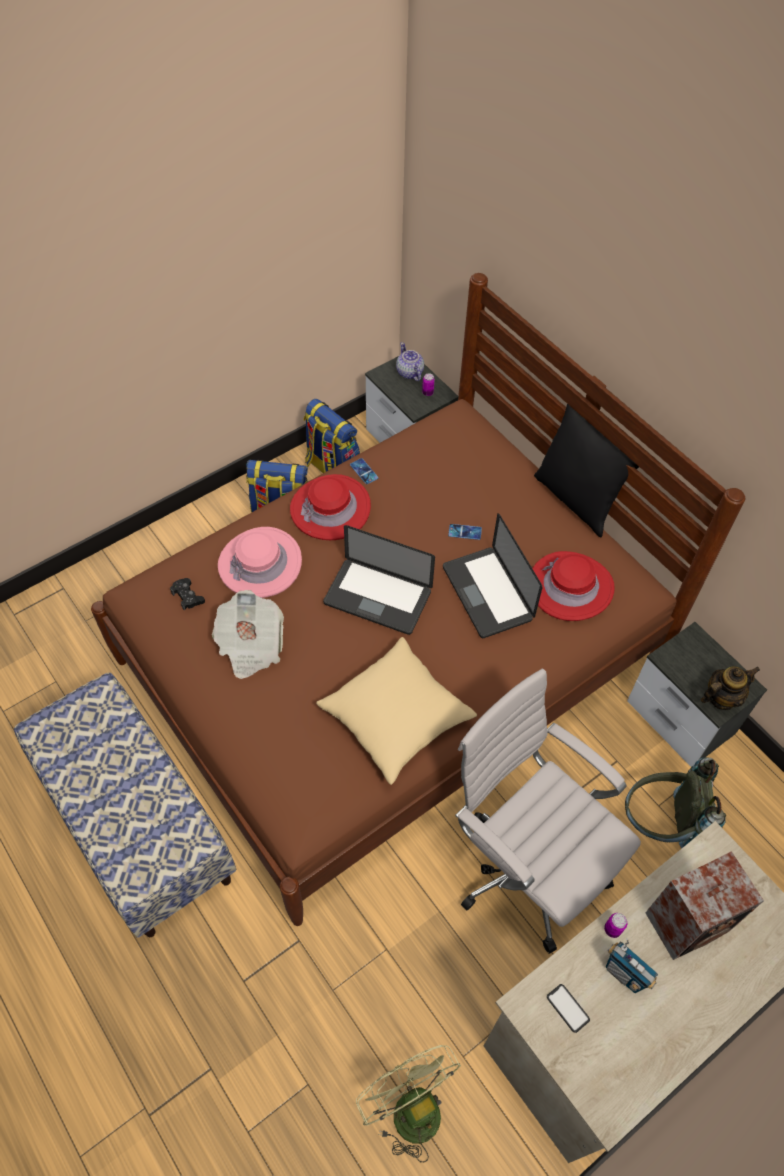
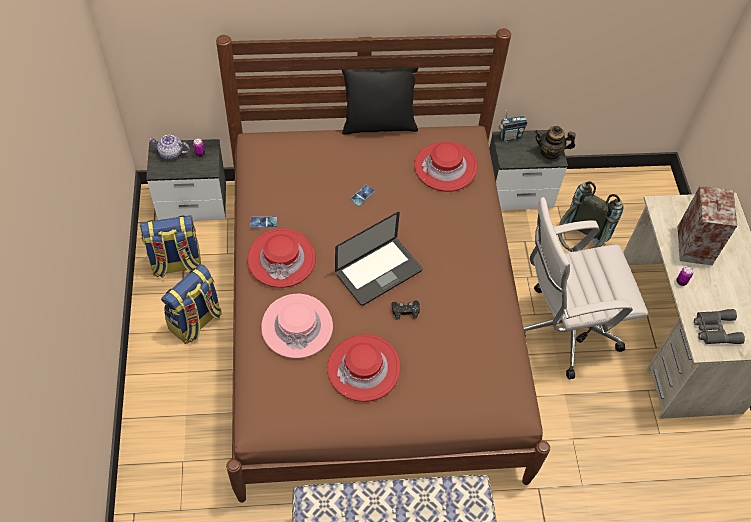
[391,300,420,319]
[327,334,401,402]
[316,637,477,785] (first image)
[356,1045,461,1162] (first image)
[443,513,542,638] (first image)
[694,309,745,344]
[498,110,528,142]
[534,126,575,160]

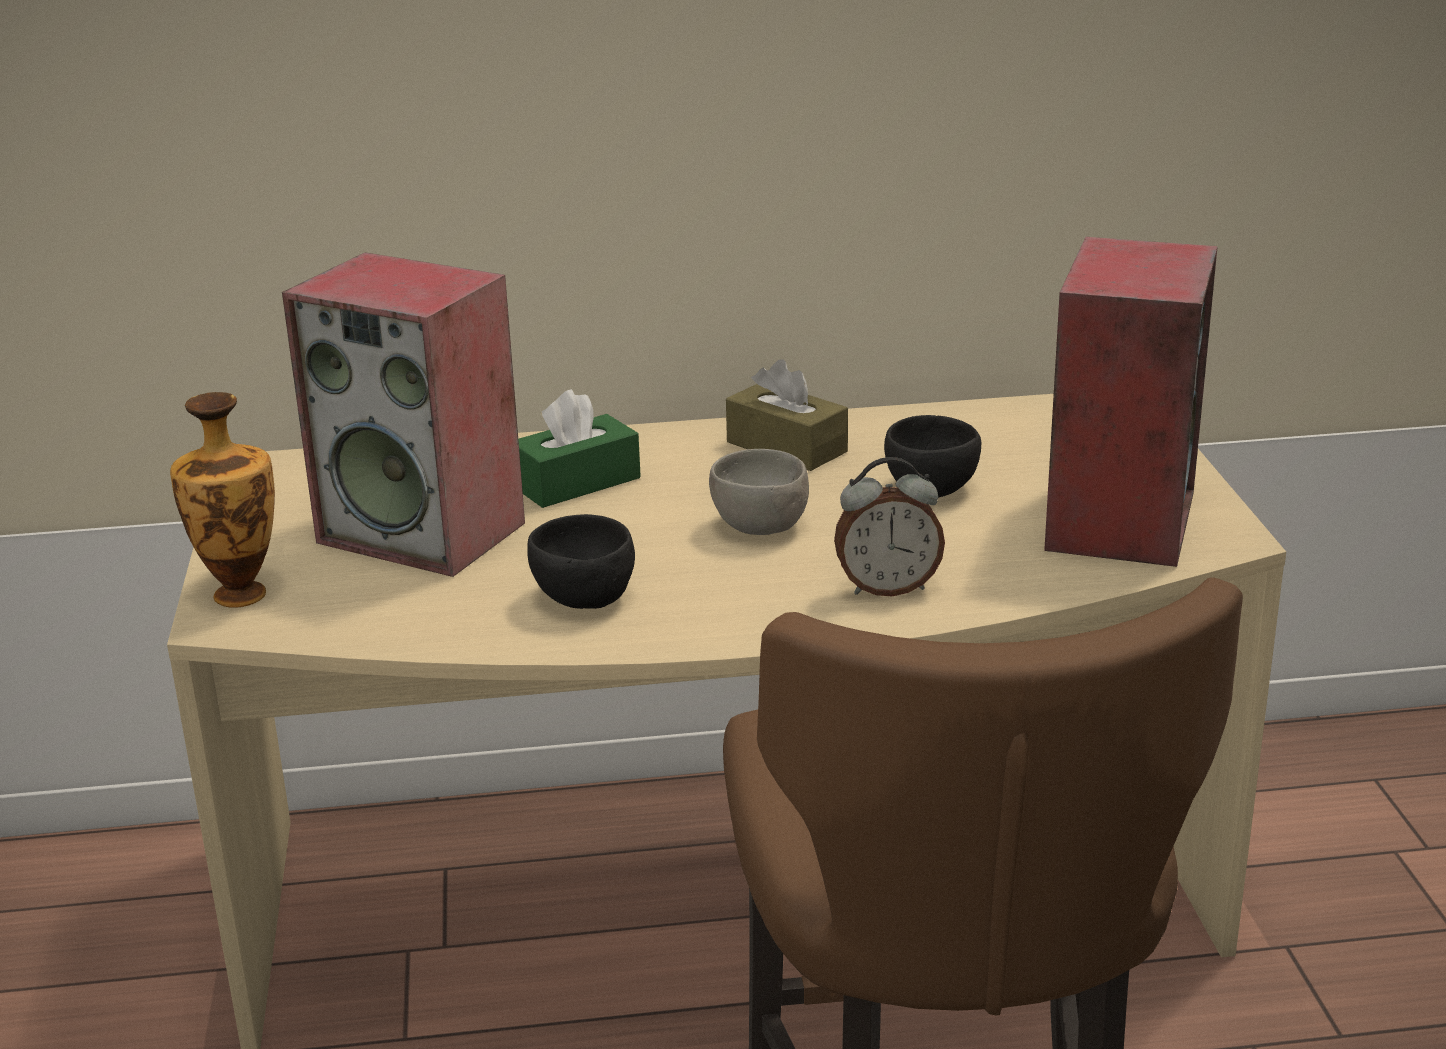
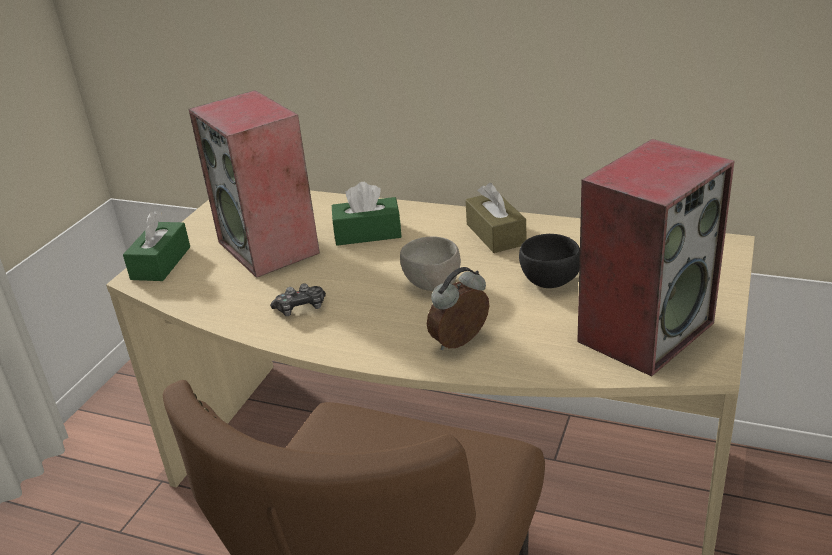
[123,211,190,281]
[270,283,326,316]
[427,267,489,350]

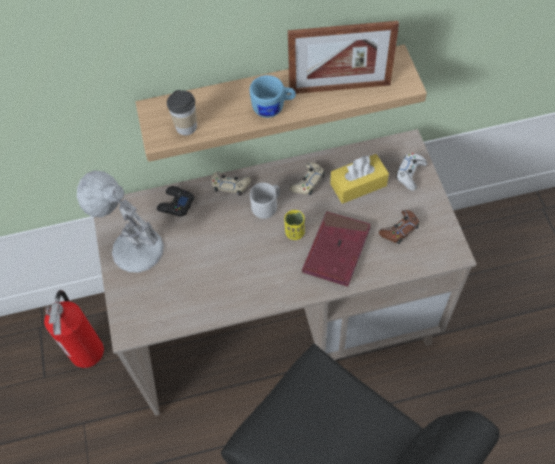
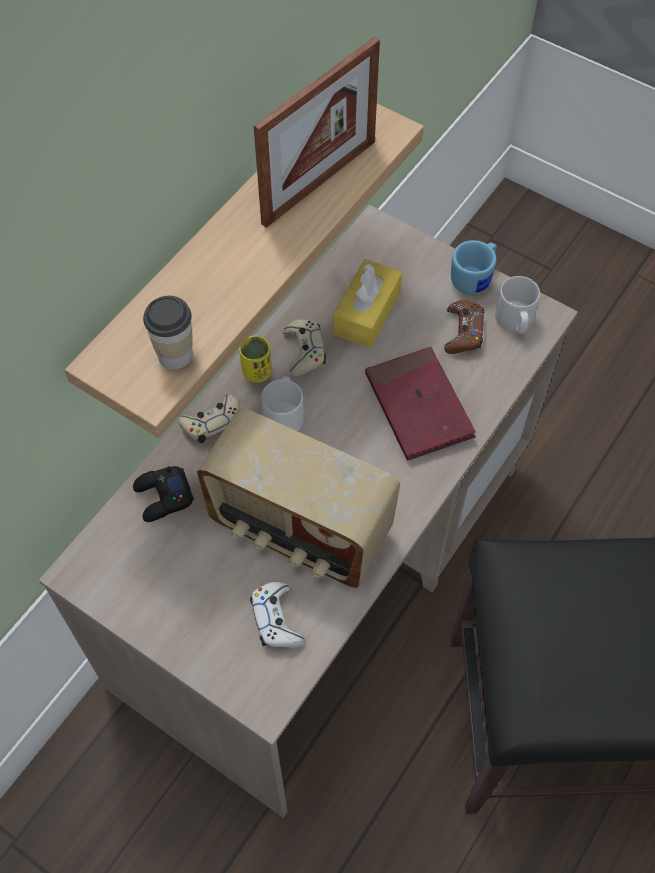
[44,290,104,368] (first image)
[77,171,164,272] (first image)
[451,240,497,295]
[239,335,272,383]
[250,582,304,648]
[197,408,400,588]
[495,276,540,334]

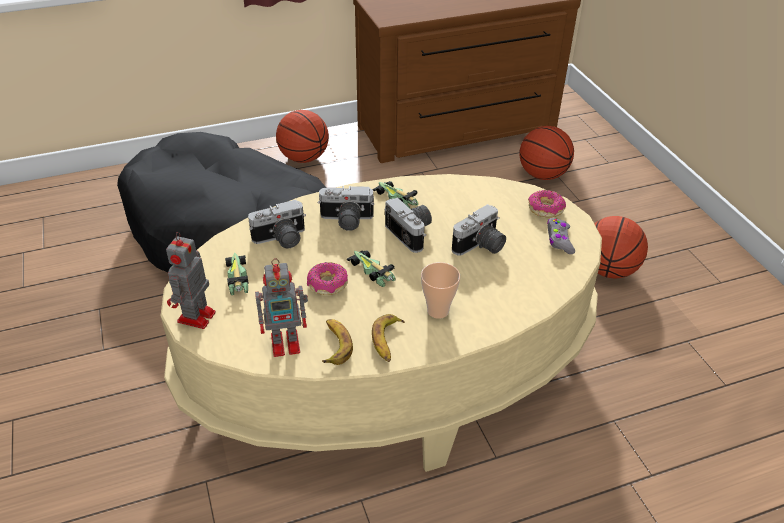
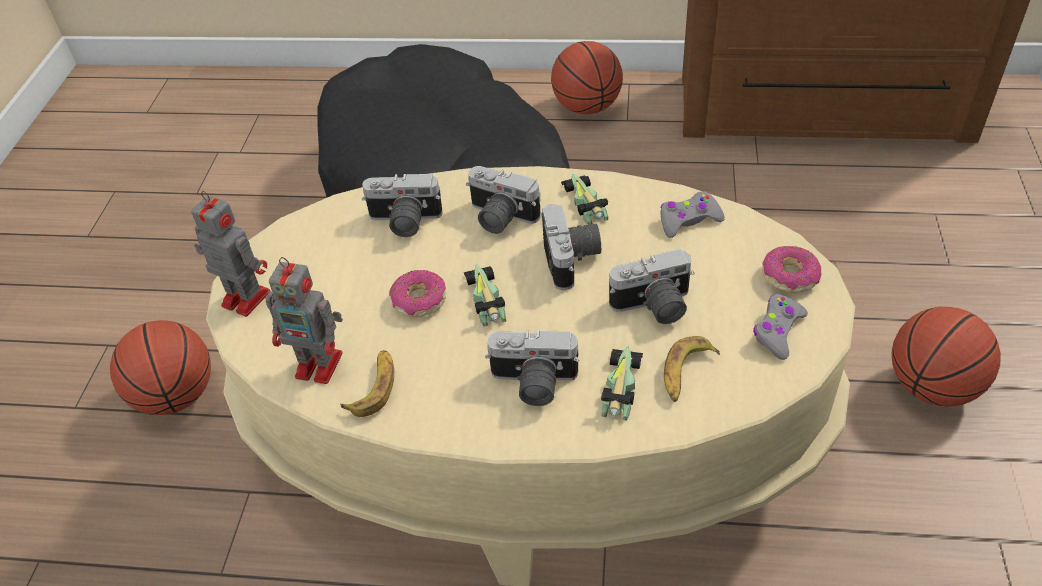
[191,191,270,317]
[601,346,643,420]
[664,336,720,402]
[485,330,579,406]
[110,320,211,415]
[660,191,725,238]

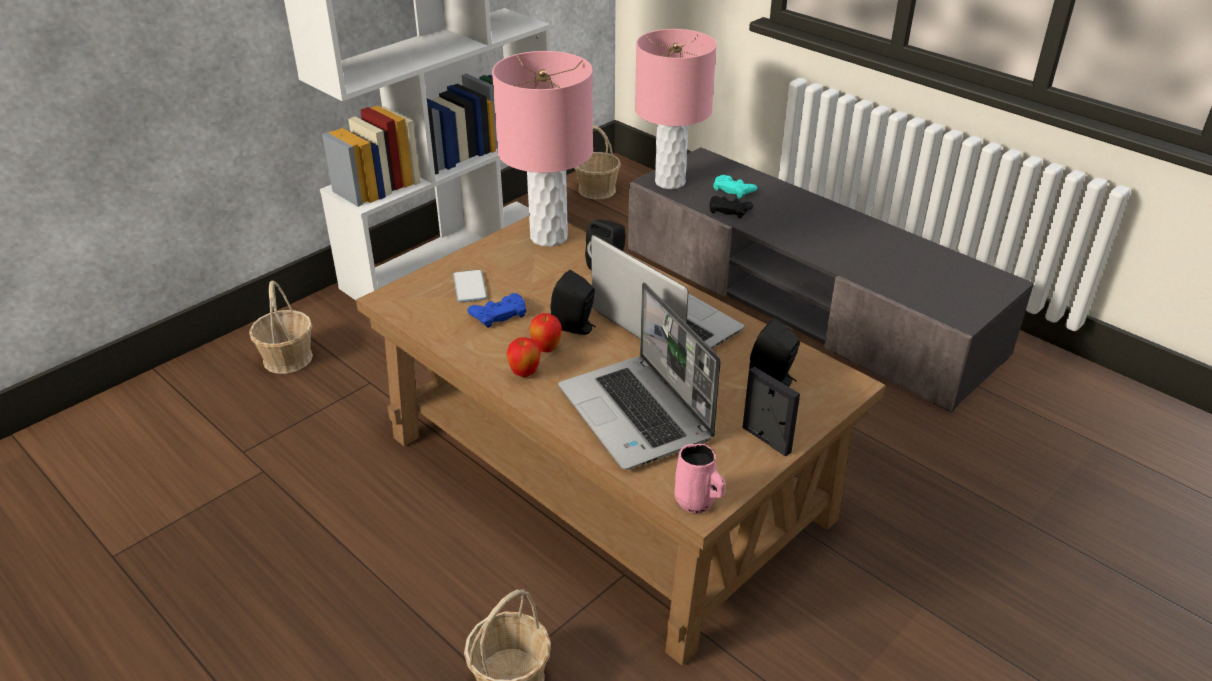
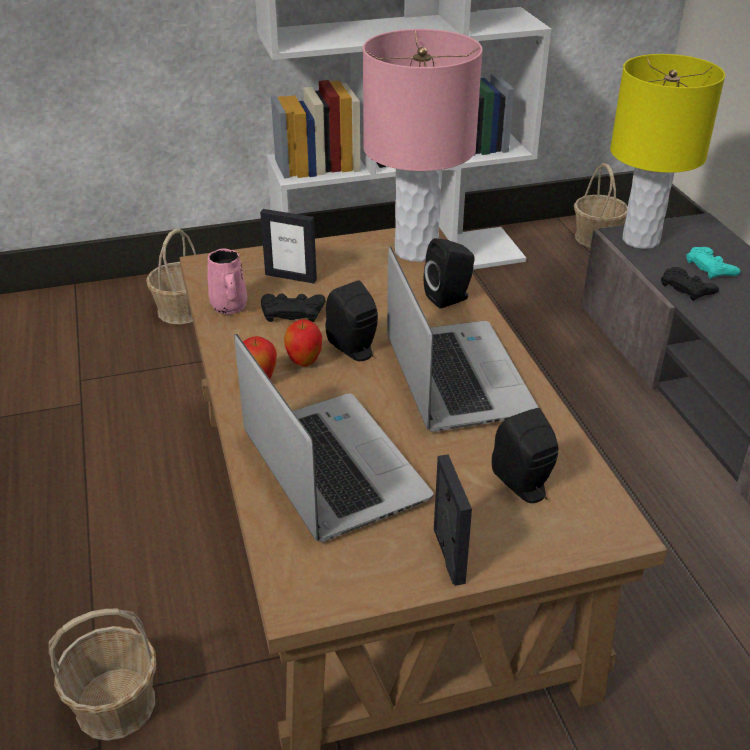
[260,209,317,283]
[261,294,325,322]
[234,334,433,542]
[610,54,725,249]
[207,249,247,315]

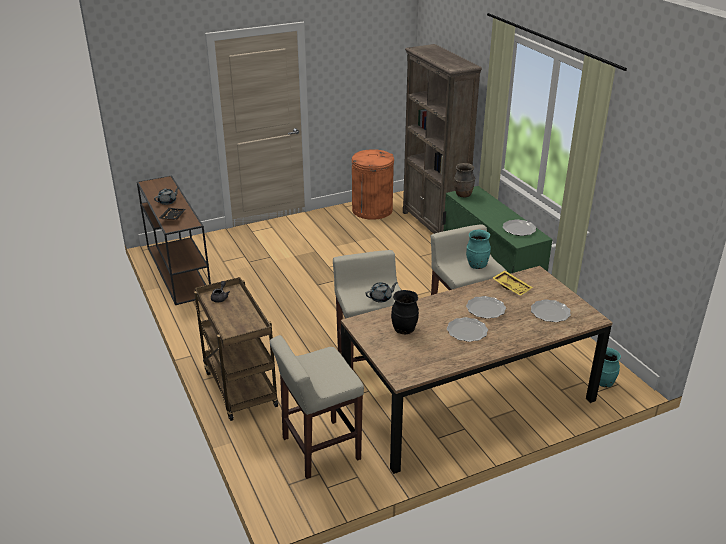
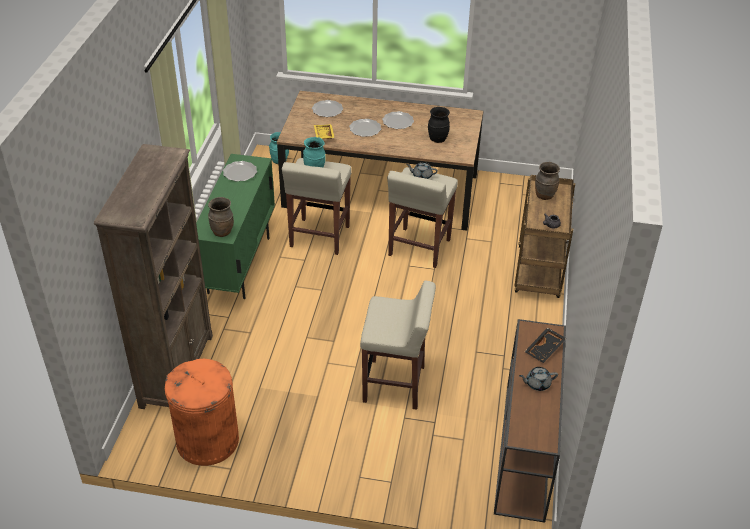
[360,281,436,410]
[535,162,560,200]

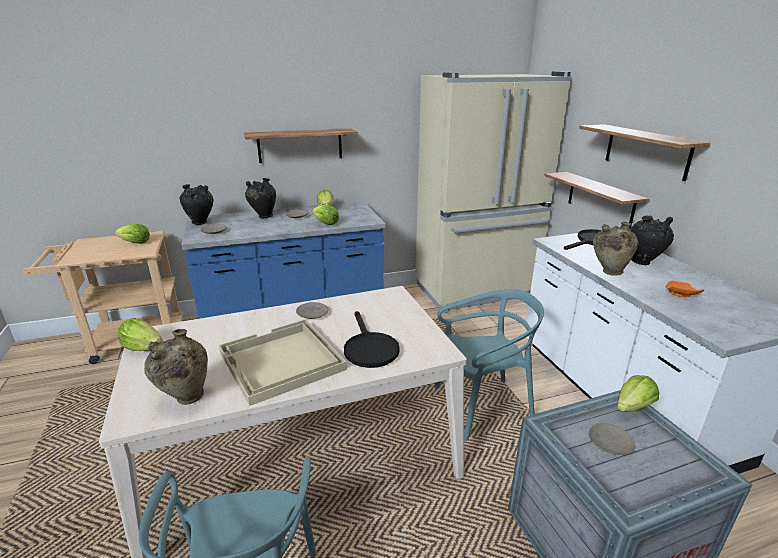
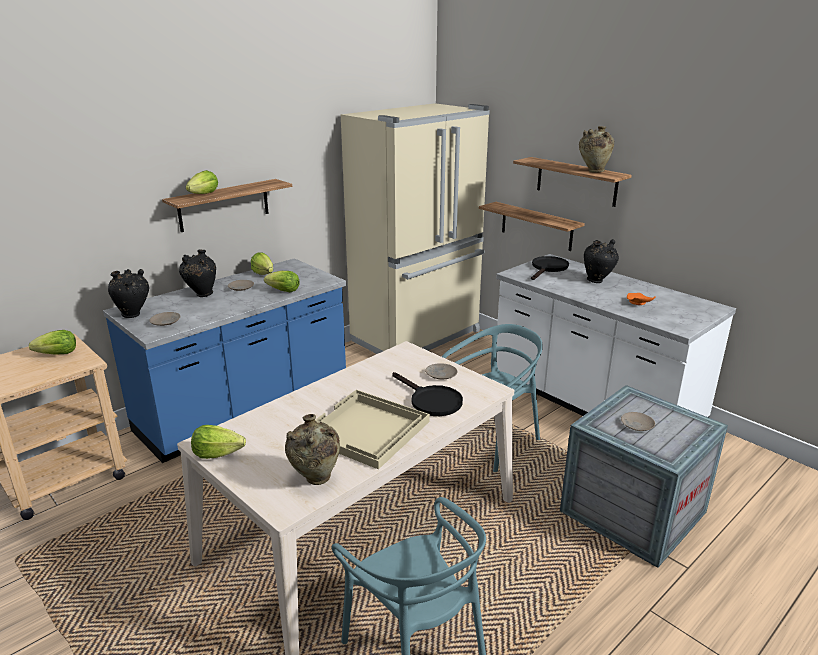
[425,363,457,379]
[579,126,614,173]
[185,170,218,194]

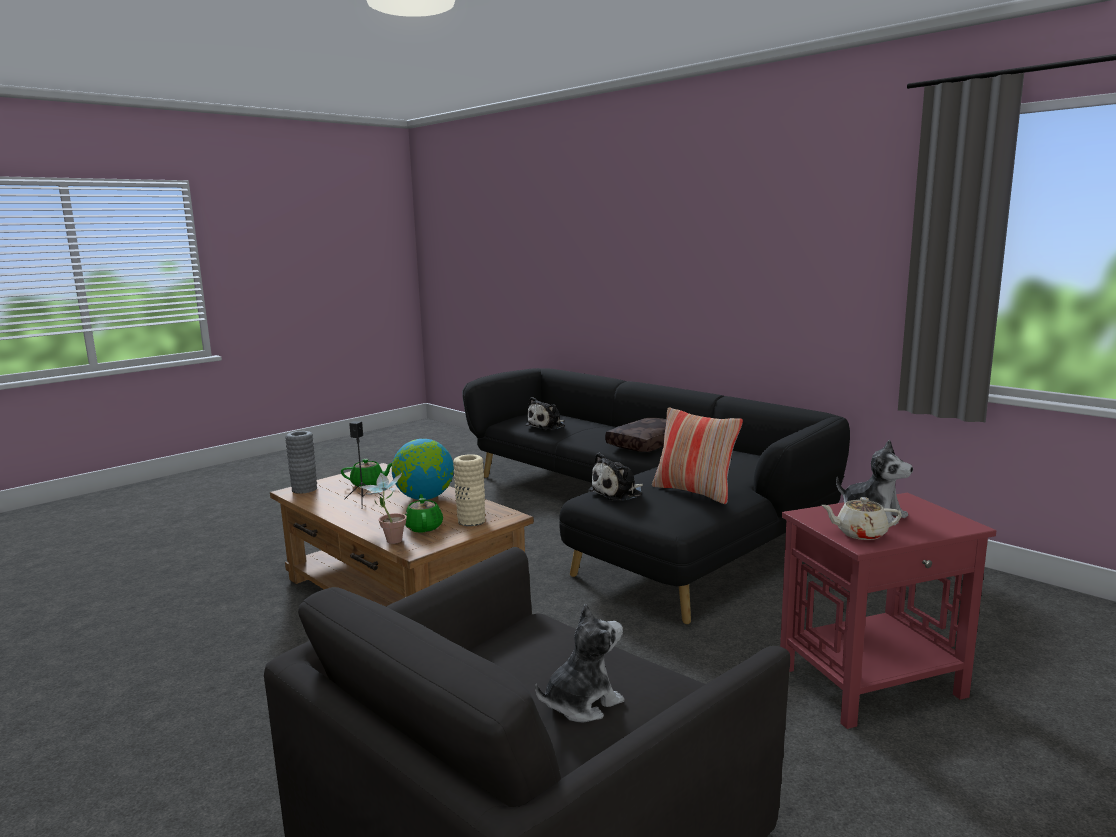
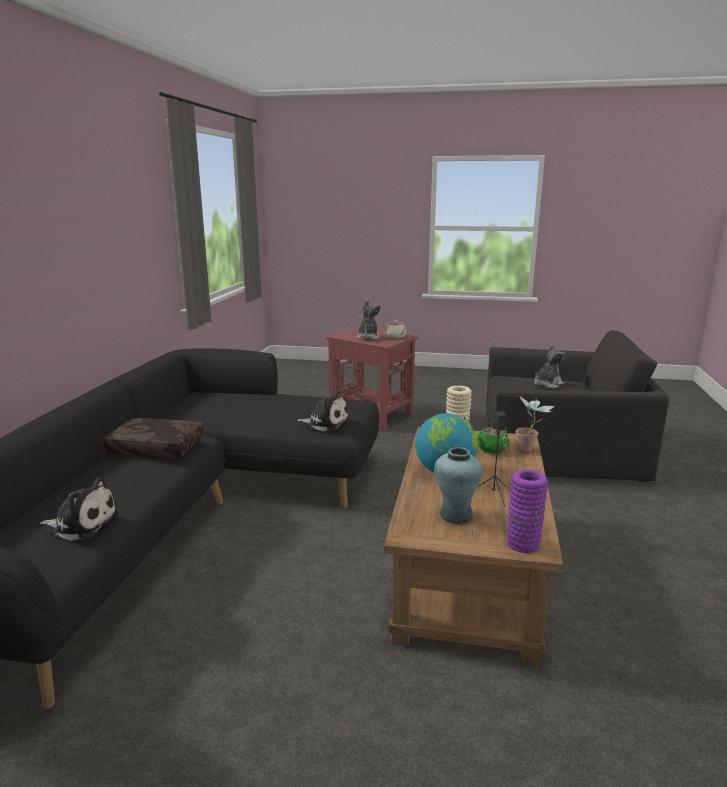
[507,469,548,553]
[434,447,483,524]
[534,344,565,388]
[652,408,743,504] (first image)

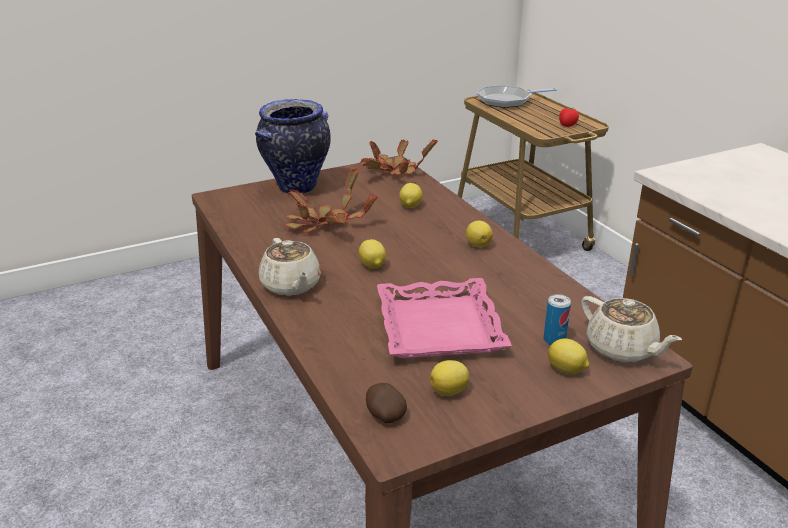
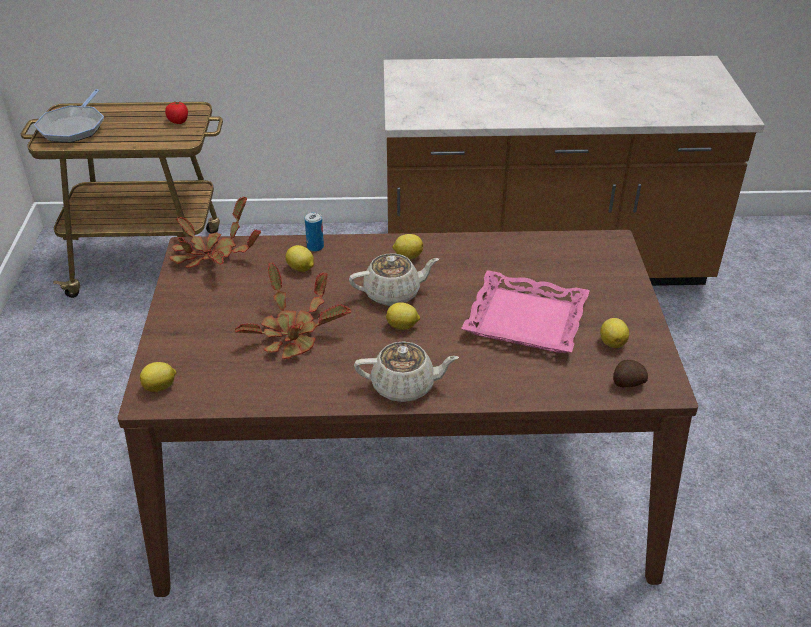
[255,99,331,194] (first image)
[305,212,324,252]
[140,362,176,392]
[349,253,439,306]

